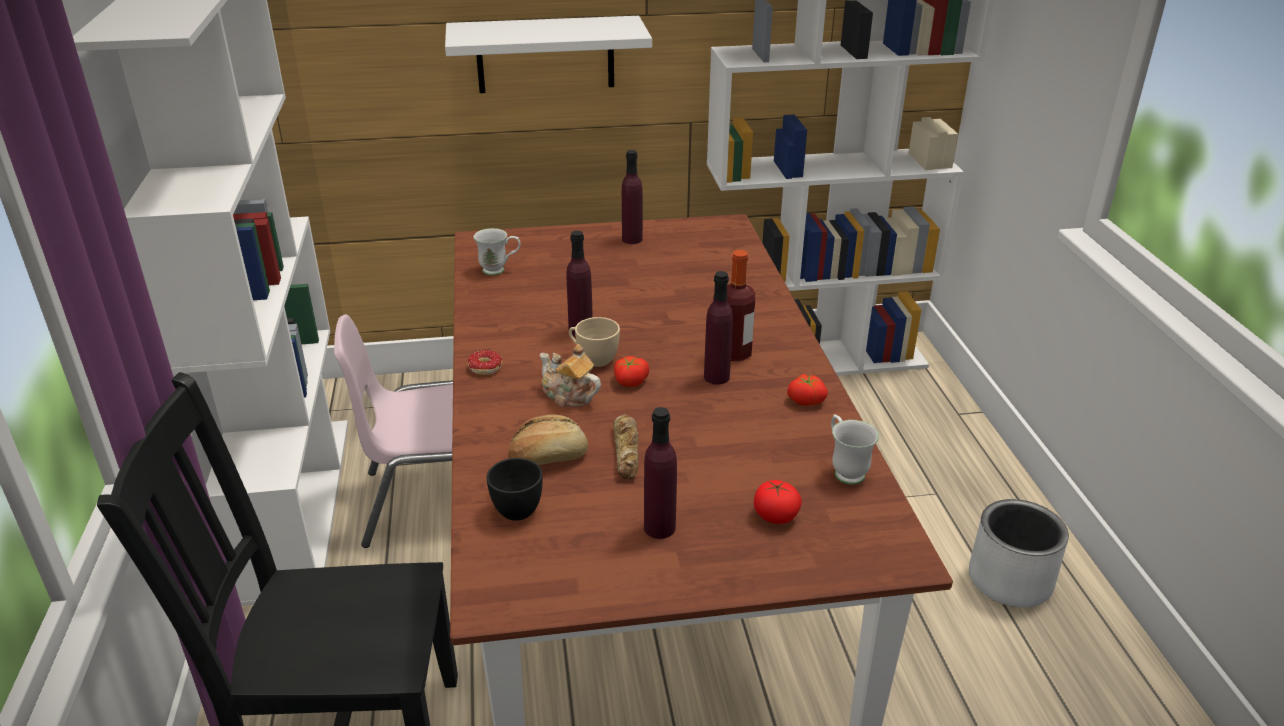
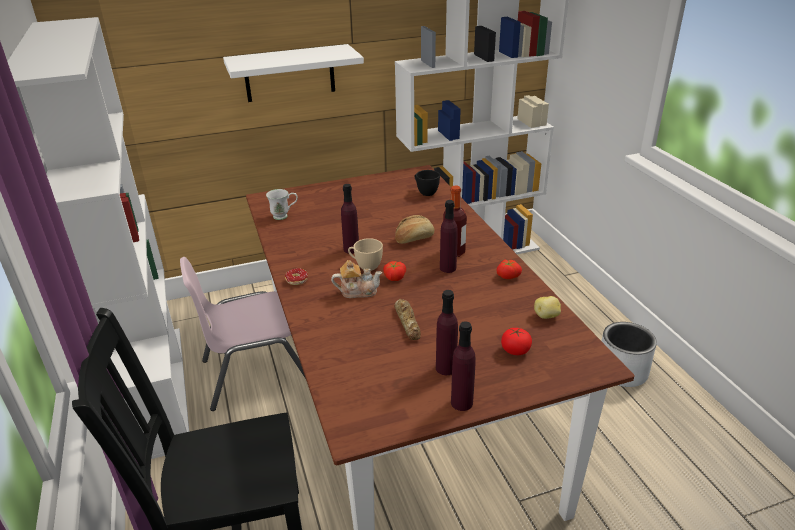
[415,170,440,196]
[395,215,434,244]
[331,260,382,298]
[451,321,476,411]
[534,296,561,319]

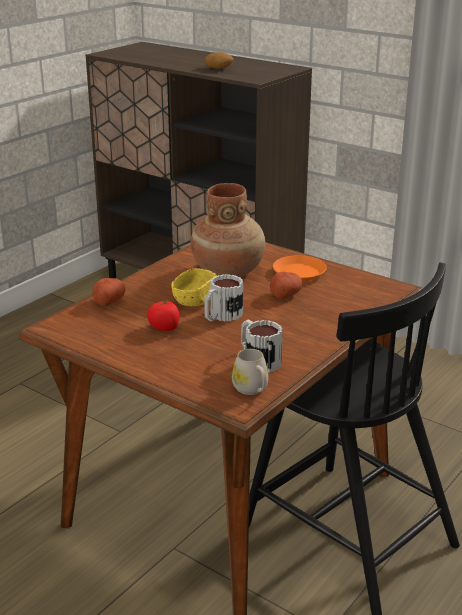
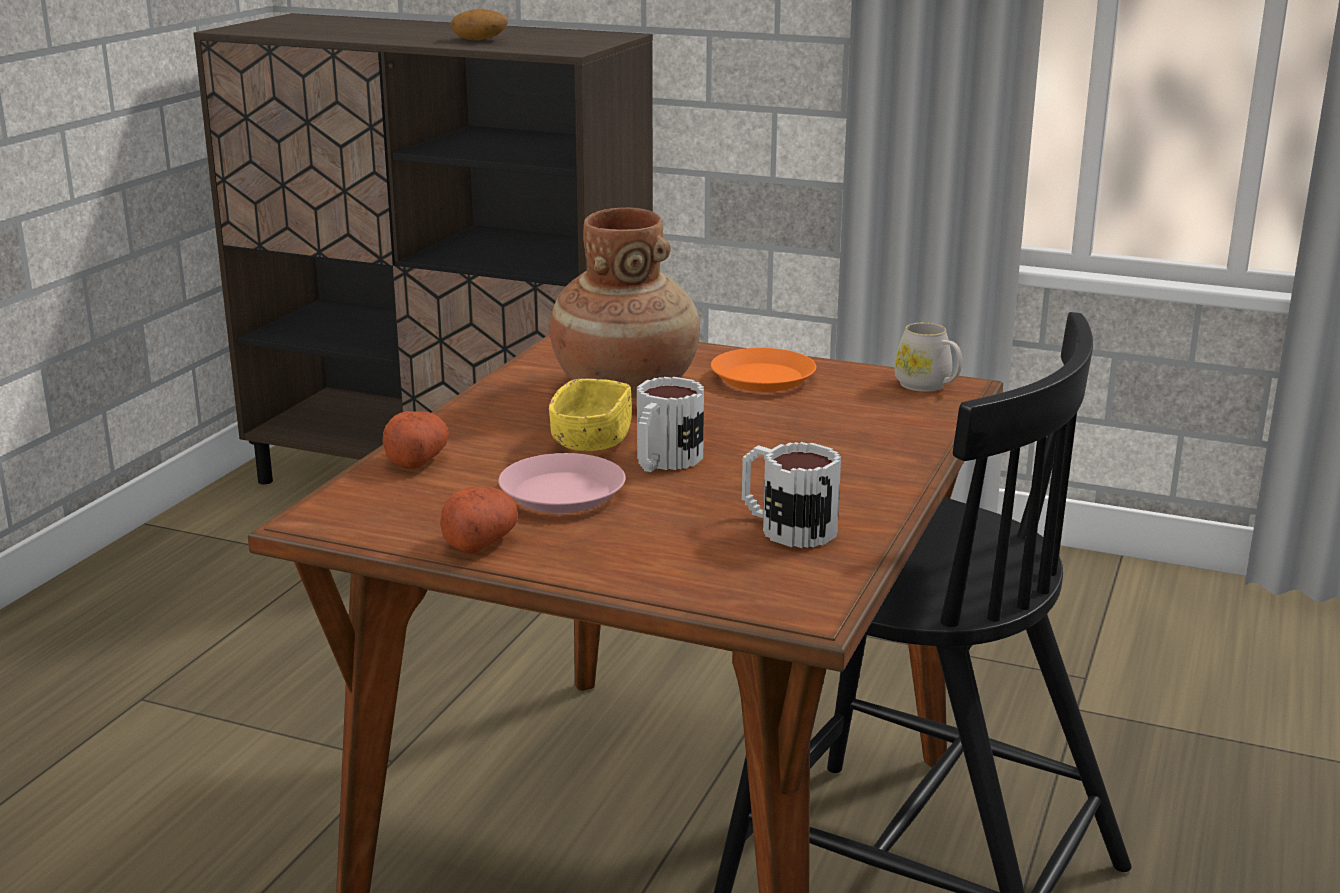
[498,453,626,513]
[894,322,962,392]
[440,487,518,553]

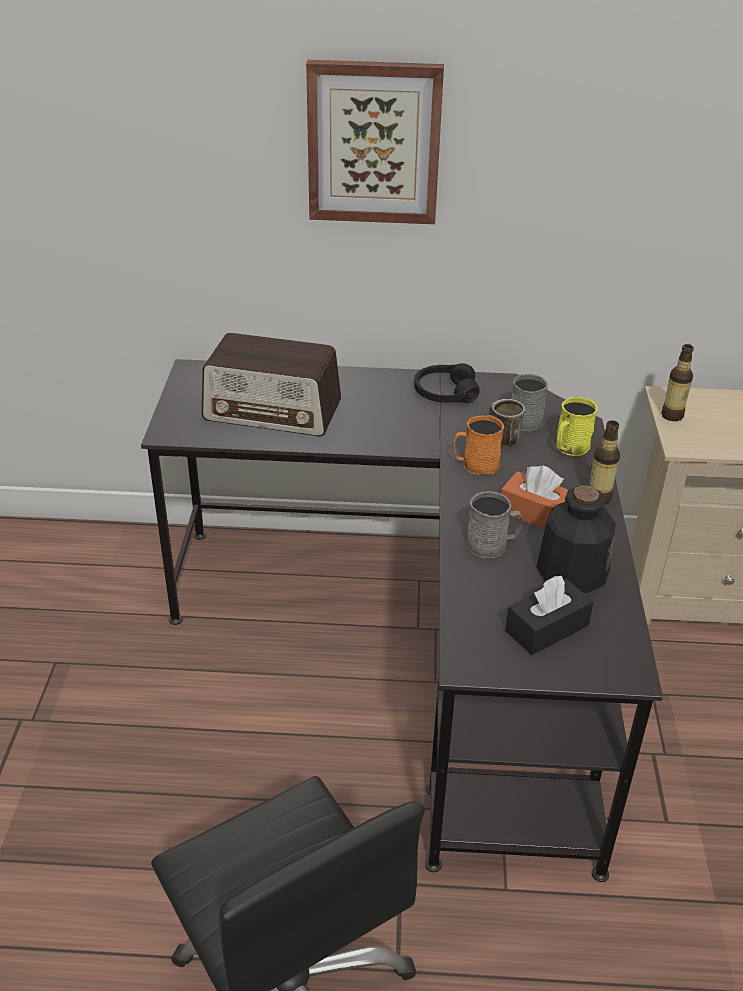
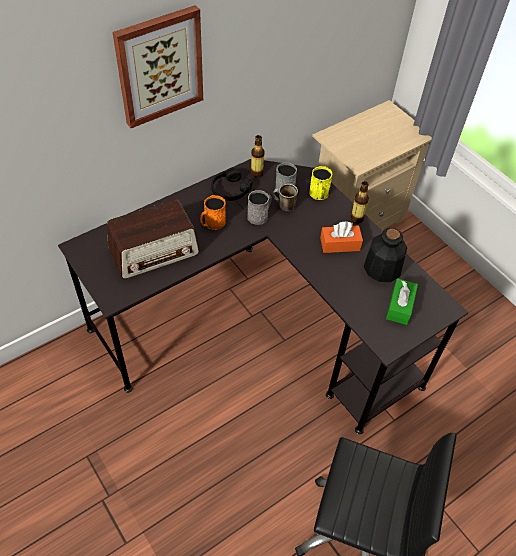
[200,195,226,230]
[247,190,272,225]
[386,278,418,325]
[250,135,265,178]

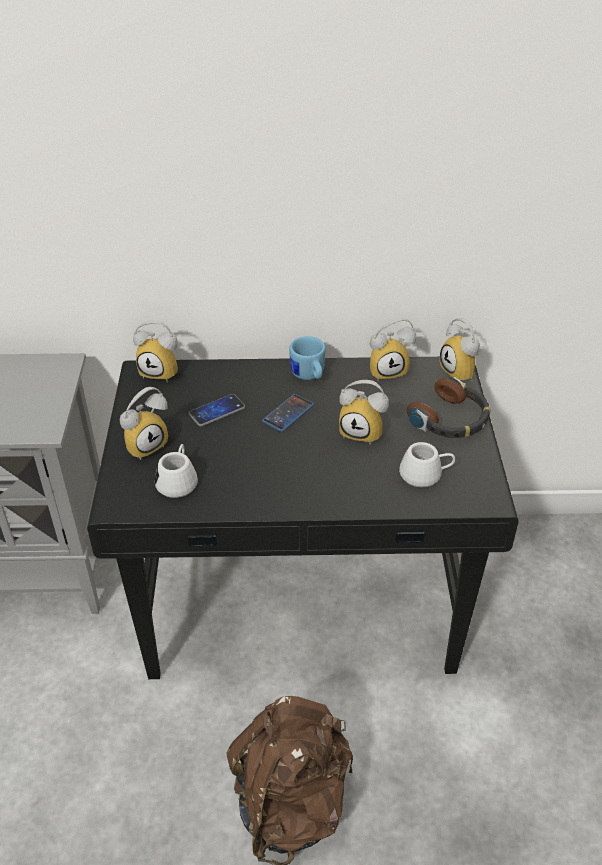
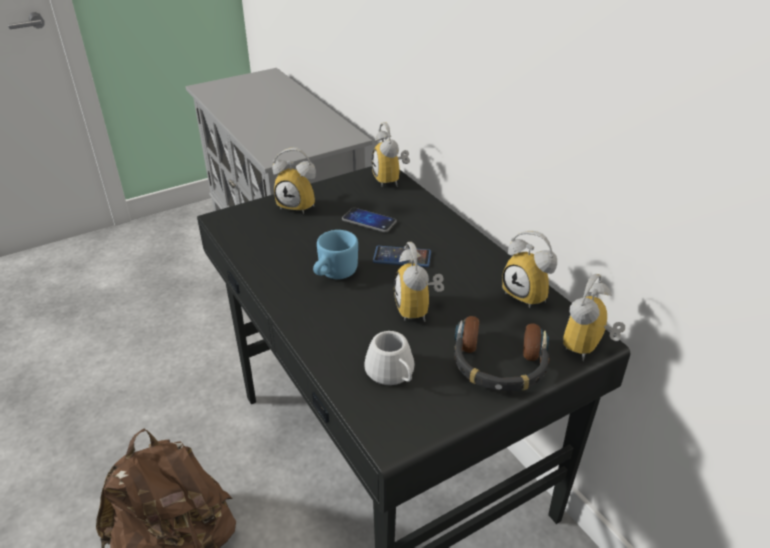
[155,444,198,498] (first image)
[313,230,358,279]

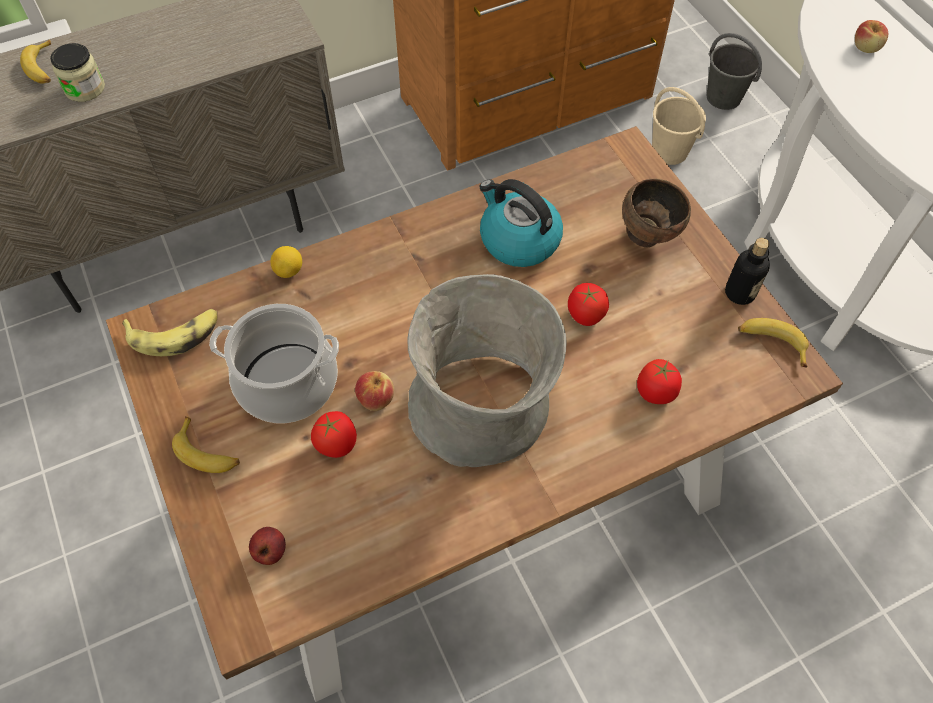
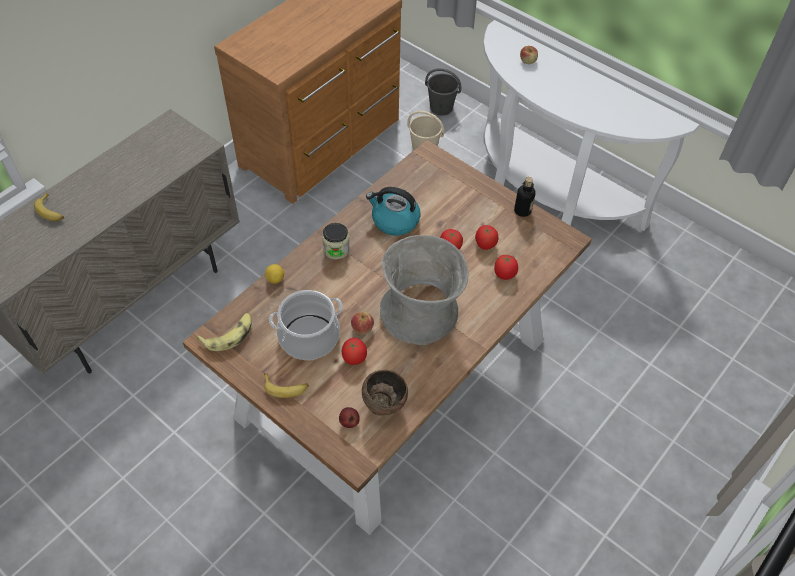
[322,223,350,260]
[362,370,408,416]
[738,318,809,368] (first image)
[475,225,498,250]

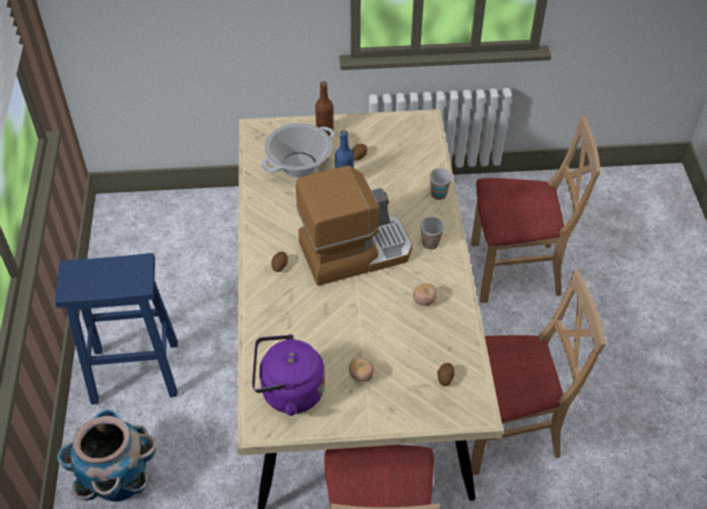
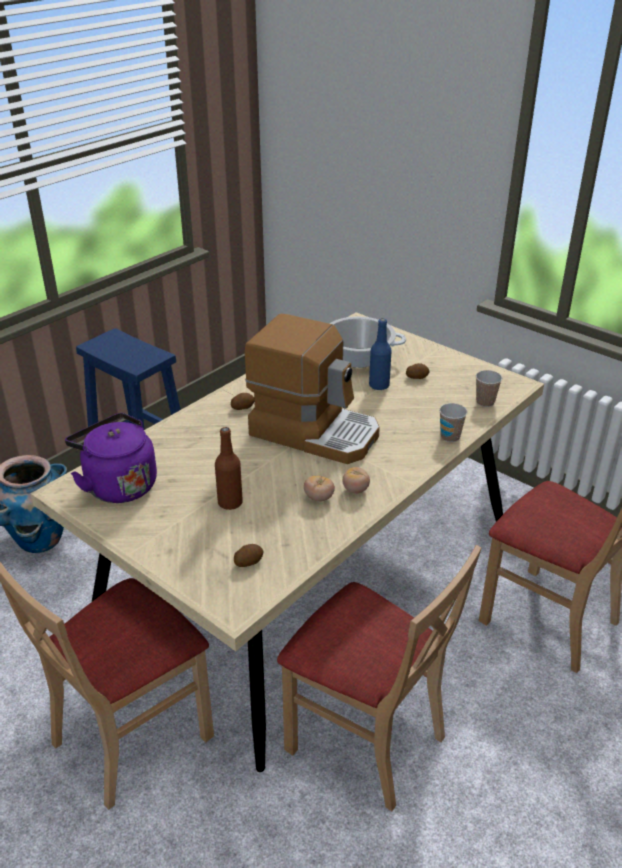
[215,427,243,510]
[343,467,370,494]
[476,370,502,407]

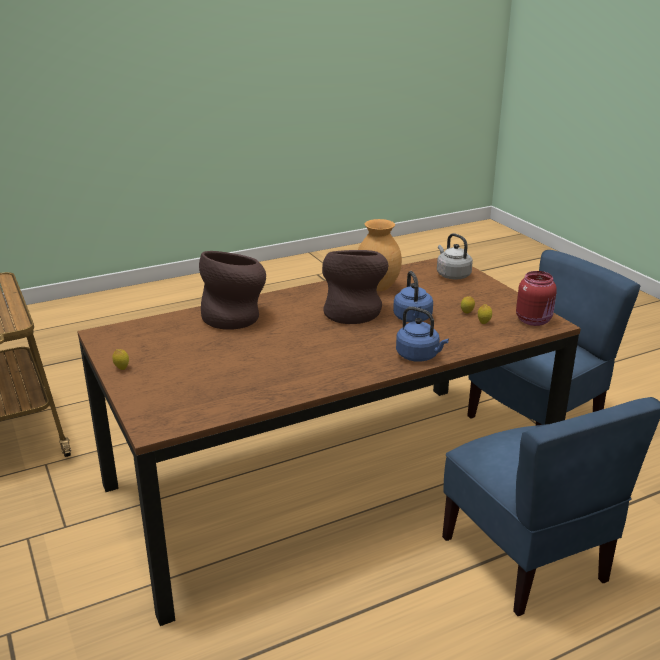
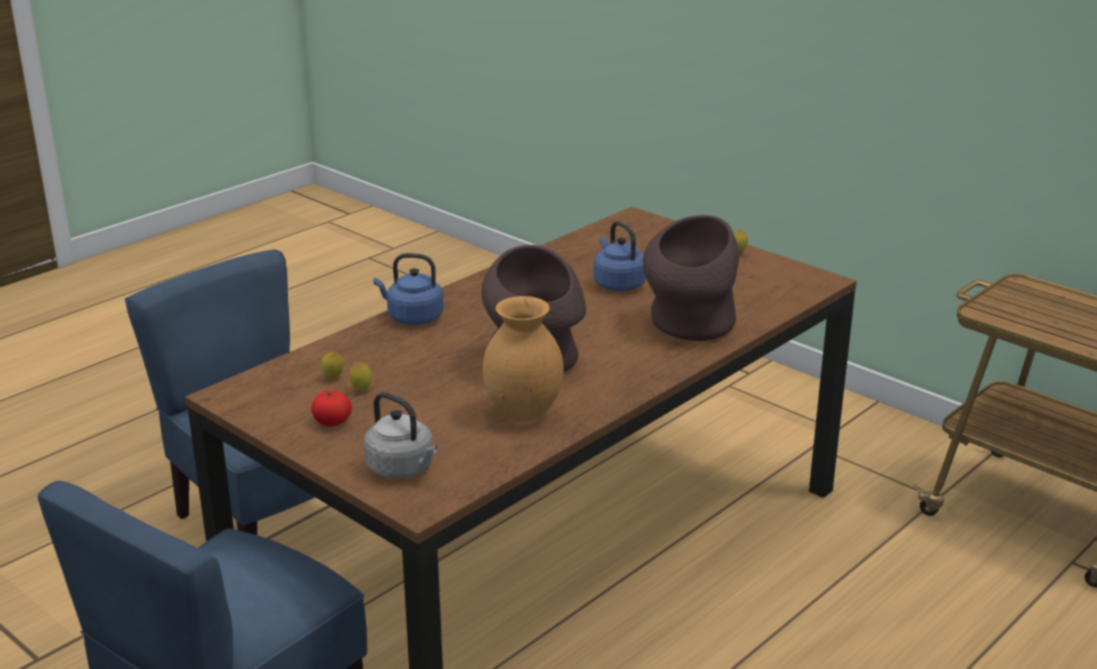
[594,221,646,291]
[516,271,557,326] (first image)
[311,390,352,427]

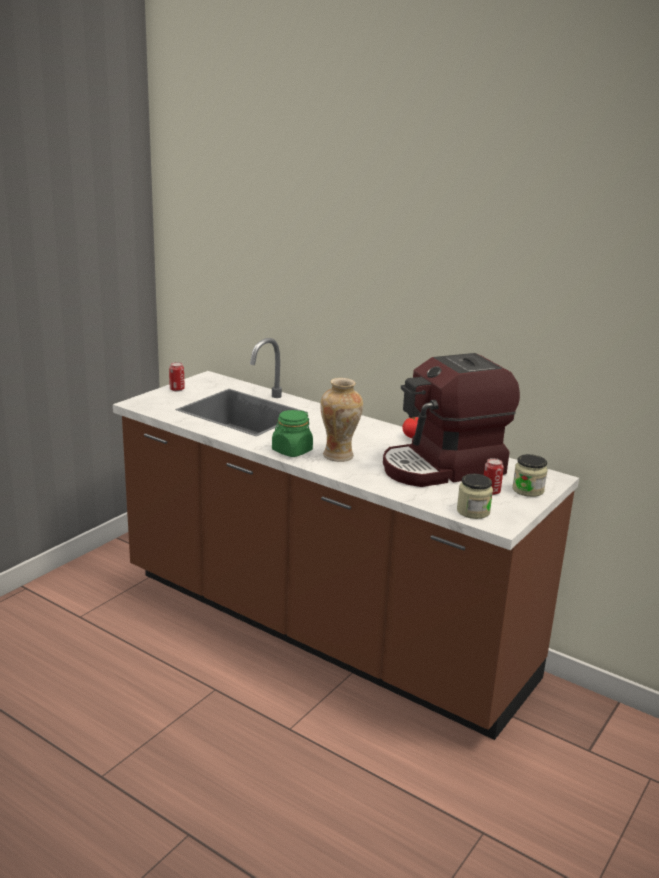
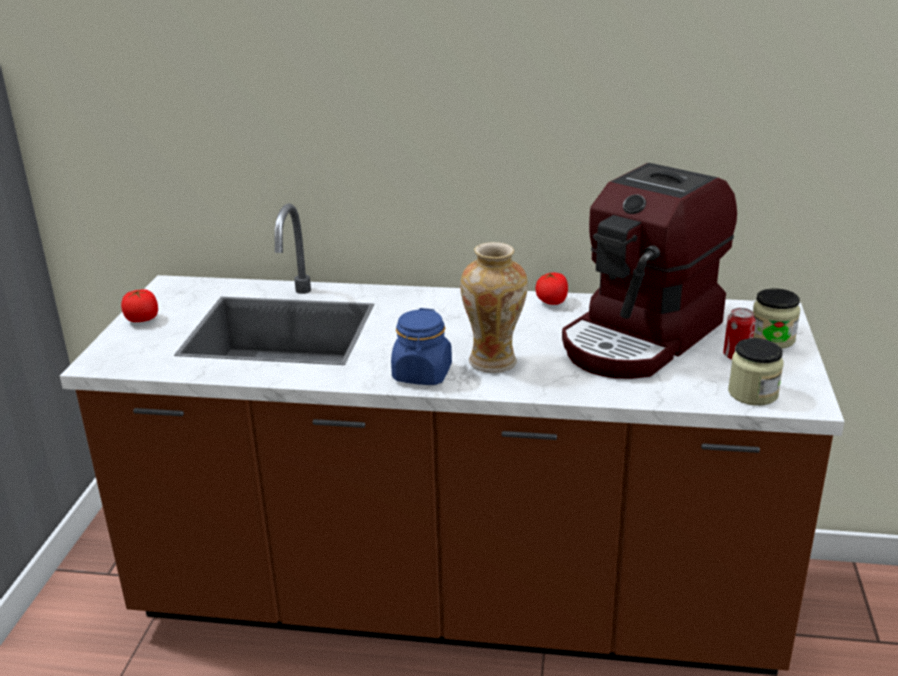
[121,289,158,322]
[391,308,452,385]

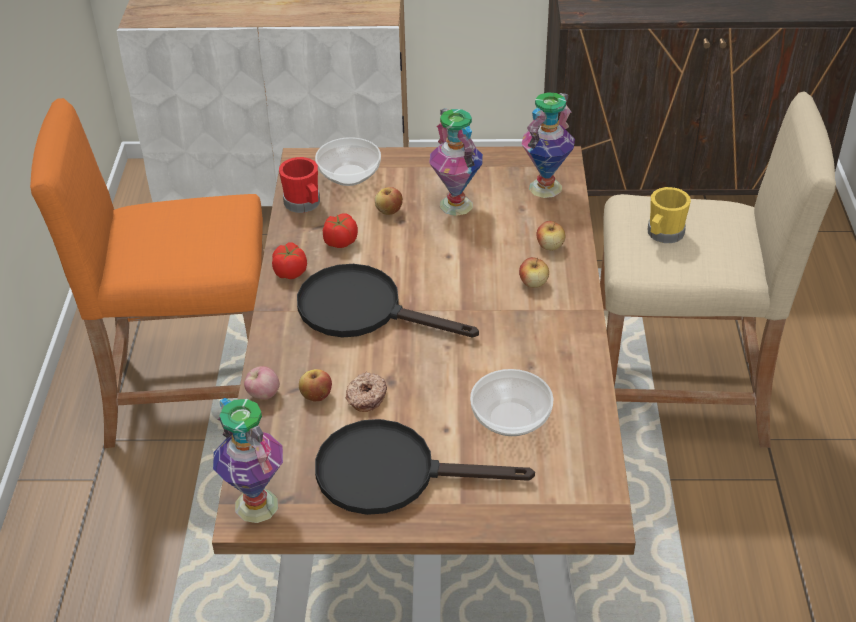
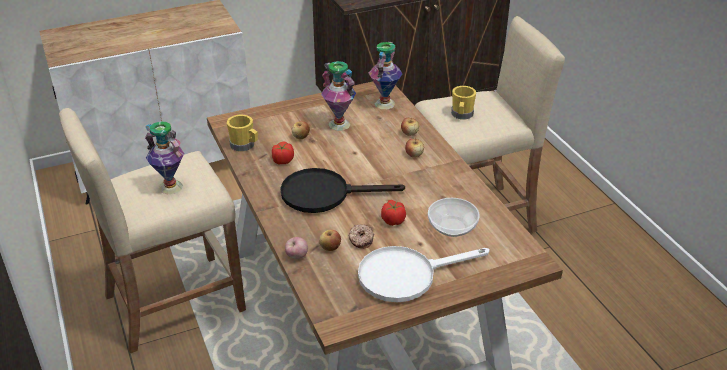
[59,108,246,353]
[145,122,184,194]
[381,200,406,226]
[227,115,258,151]
[315,137,381,186] (first image)
[358,246,490,303]

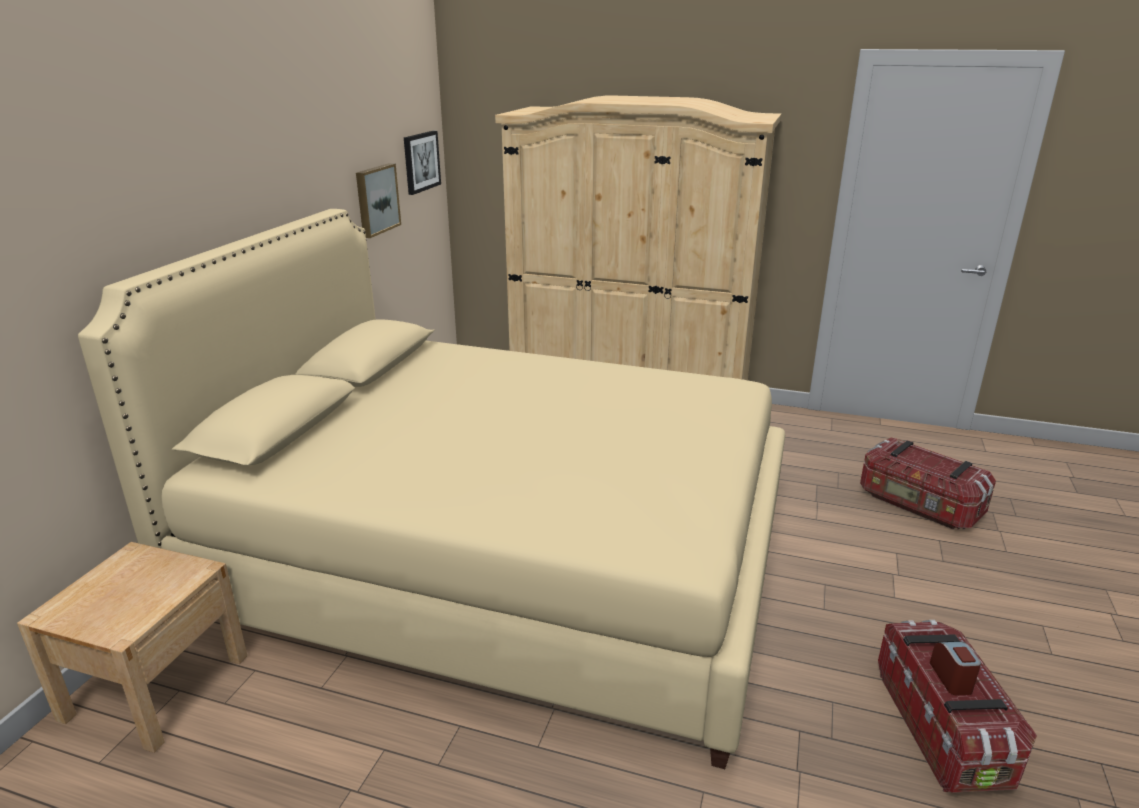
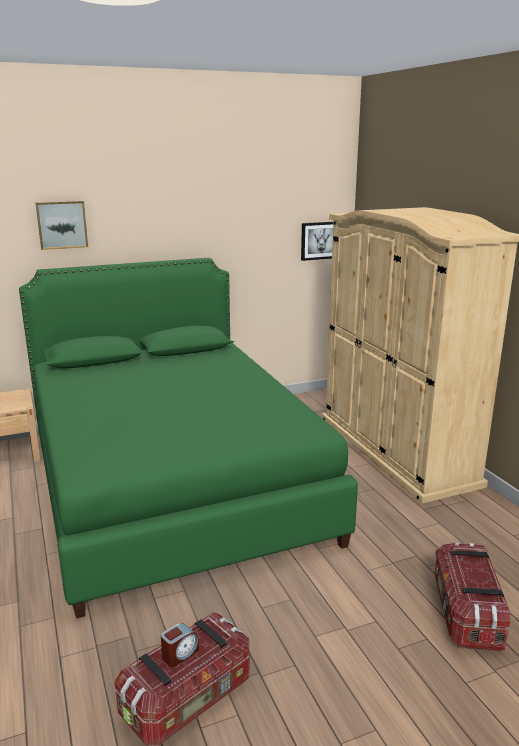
[19,258,358,619]
[35,201,88,250]

